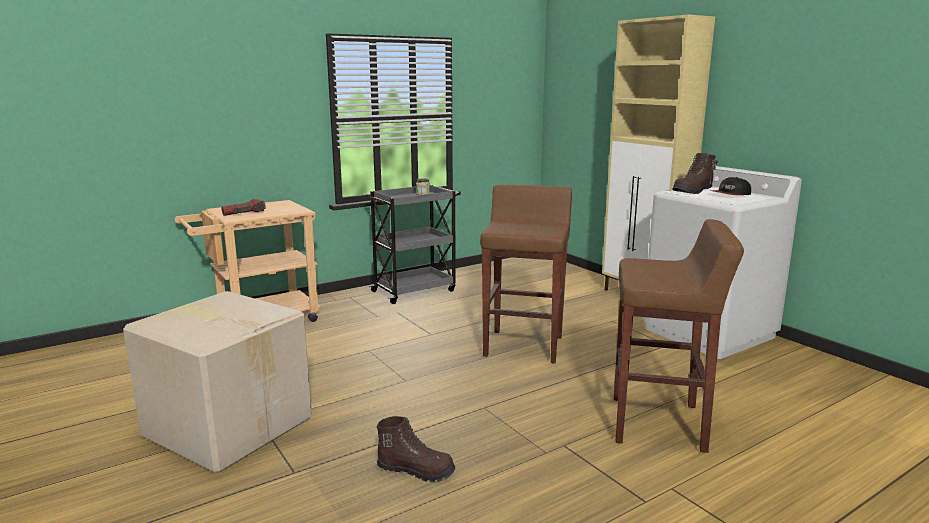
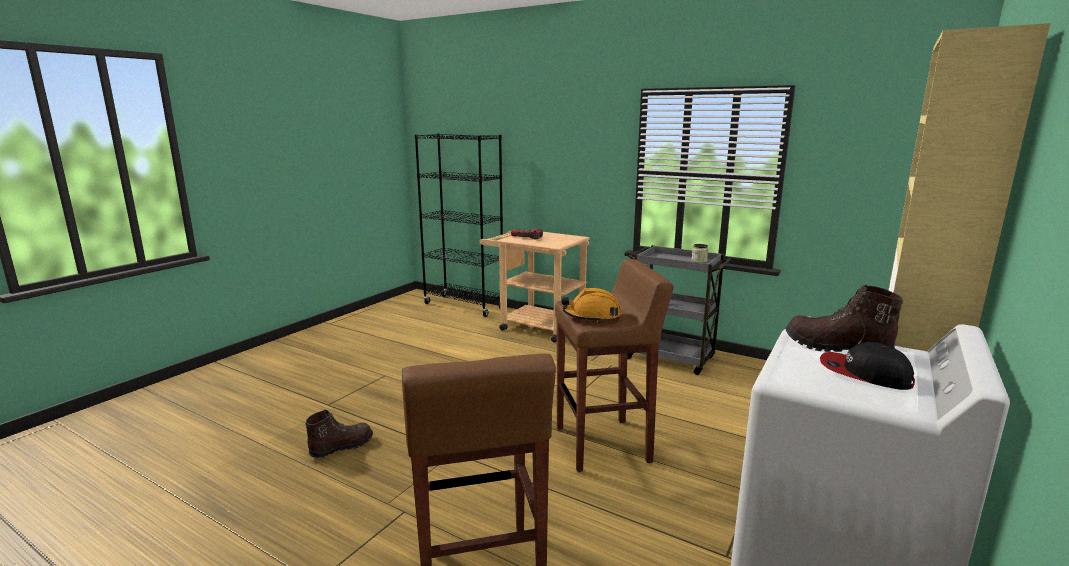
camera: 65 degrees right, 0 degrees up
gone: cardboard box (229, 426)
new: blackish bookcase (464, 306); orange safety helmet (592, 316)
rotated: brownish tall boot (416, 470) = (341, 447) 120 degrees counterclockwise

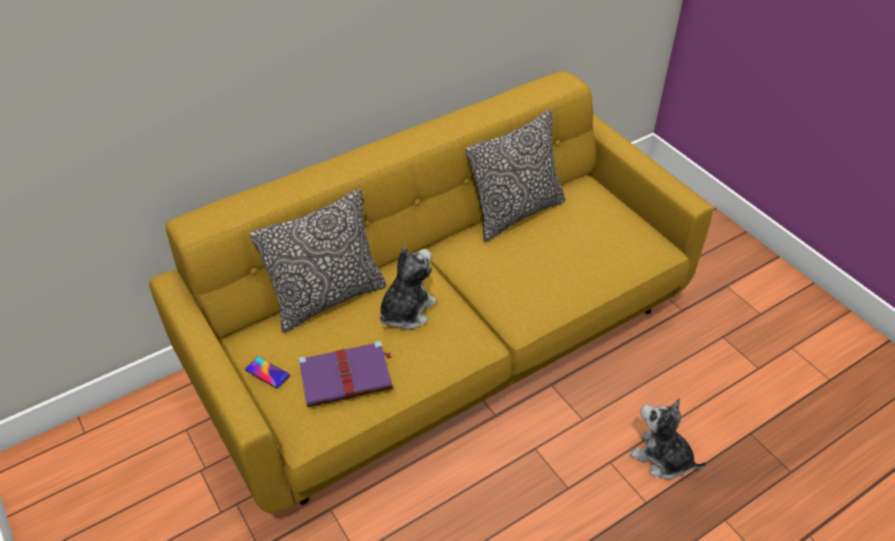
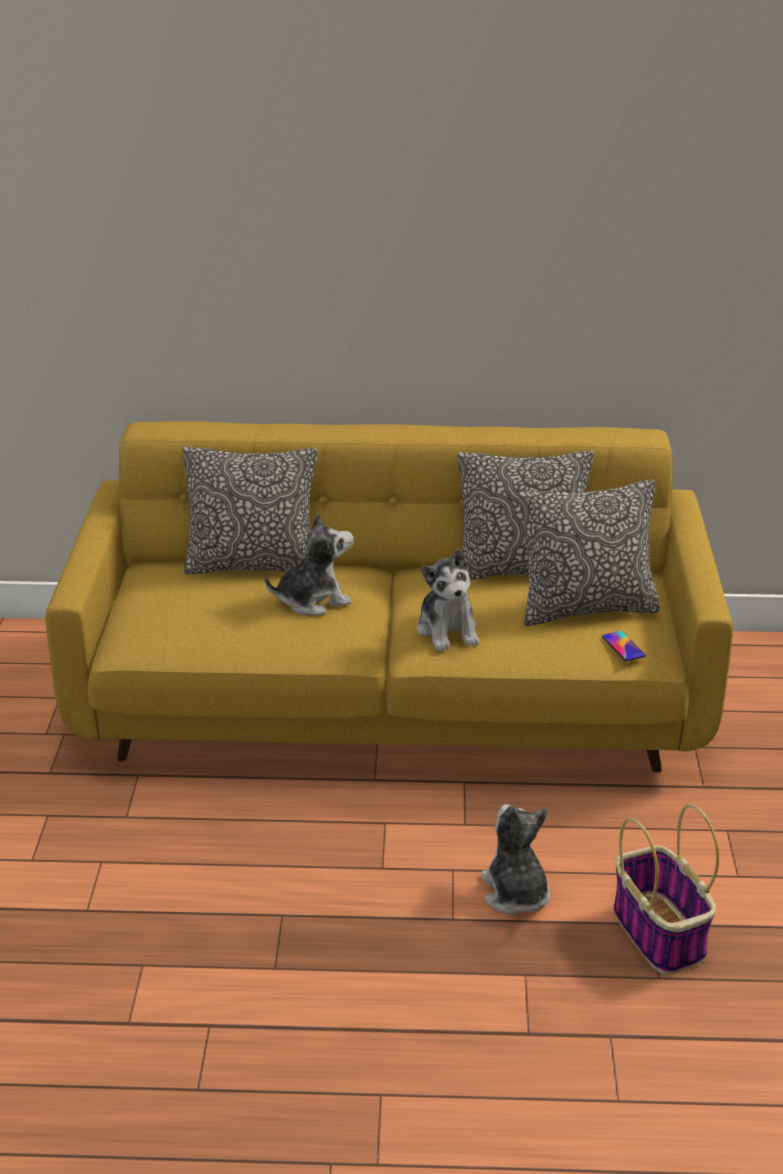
camera: 35 degrees right, 15 degrees down
gone: purple bound book (347, 376)
new: soft toy (448, 630); cushion (586, 609); storage basket (660, 934)
shifted: handset (267, 372) to (623, 646)

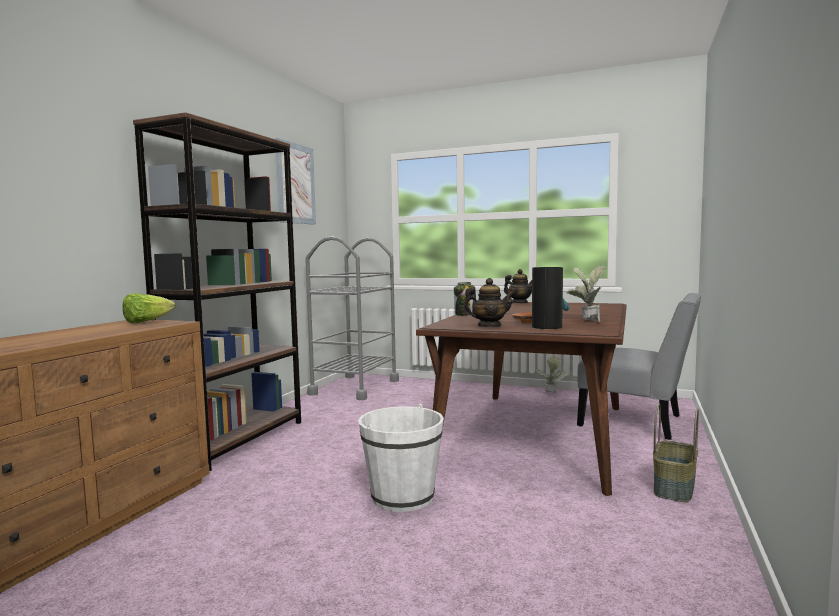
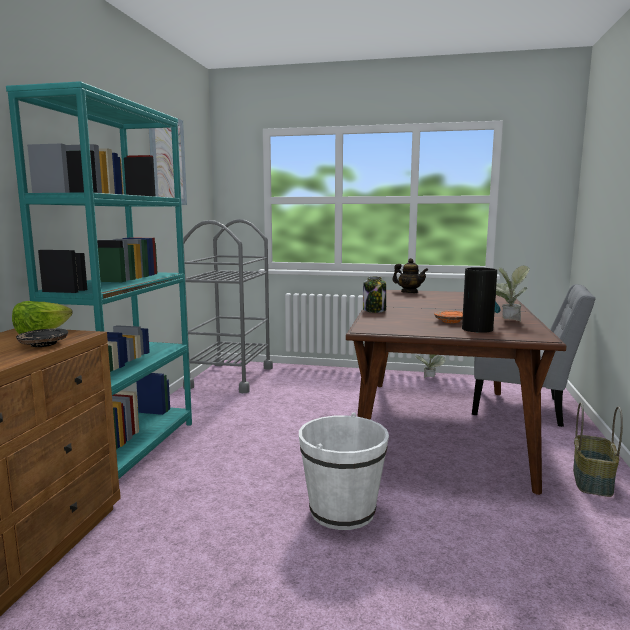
camera: 10 degrees left, 5 degrees up
gone: tea pot (489, 326)
new: blackish plate (43, 344)
repainted: brownish bookcase (237, 440) to blue-green bookcase (130, 451)

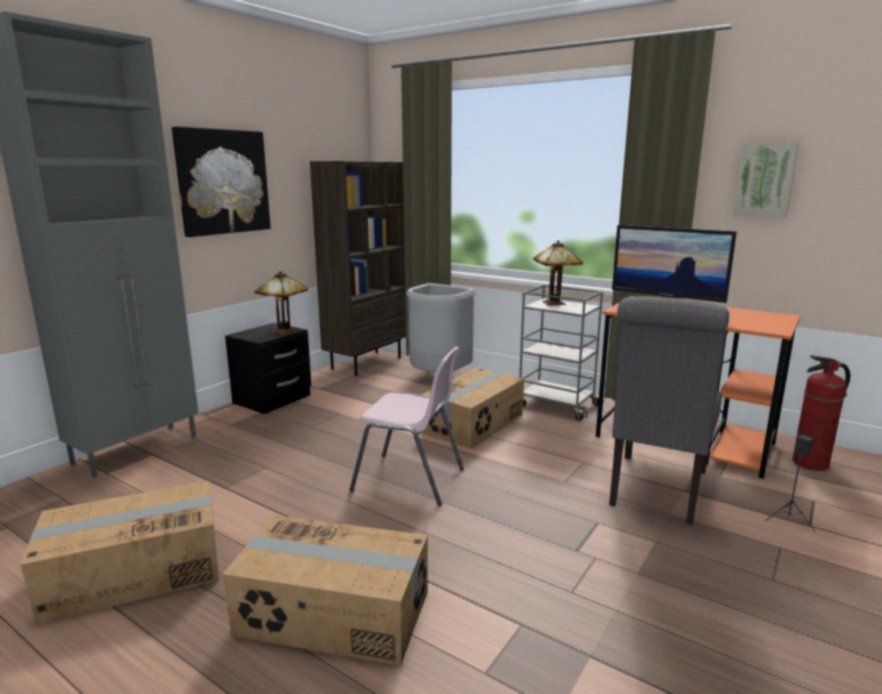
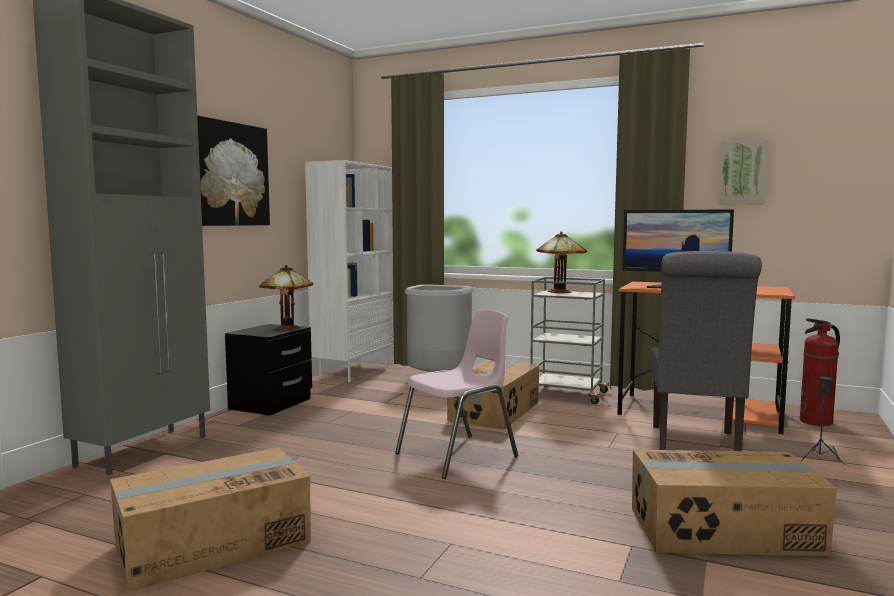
camera: 10 degrees left, 10 degrees down
shifted: cardboard box (333, 614) to (724, 531)
repainted: brownish bookcase (366, 363) to white-coloured bookcase (354, 372)
rotated: pinkish plain chair (410, 480) = (459, 455) 45 degrees counterclockwise

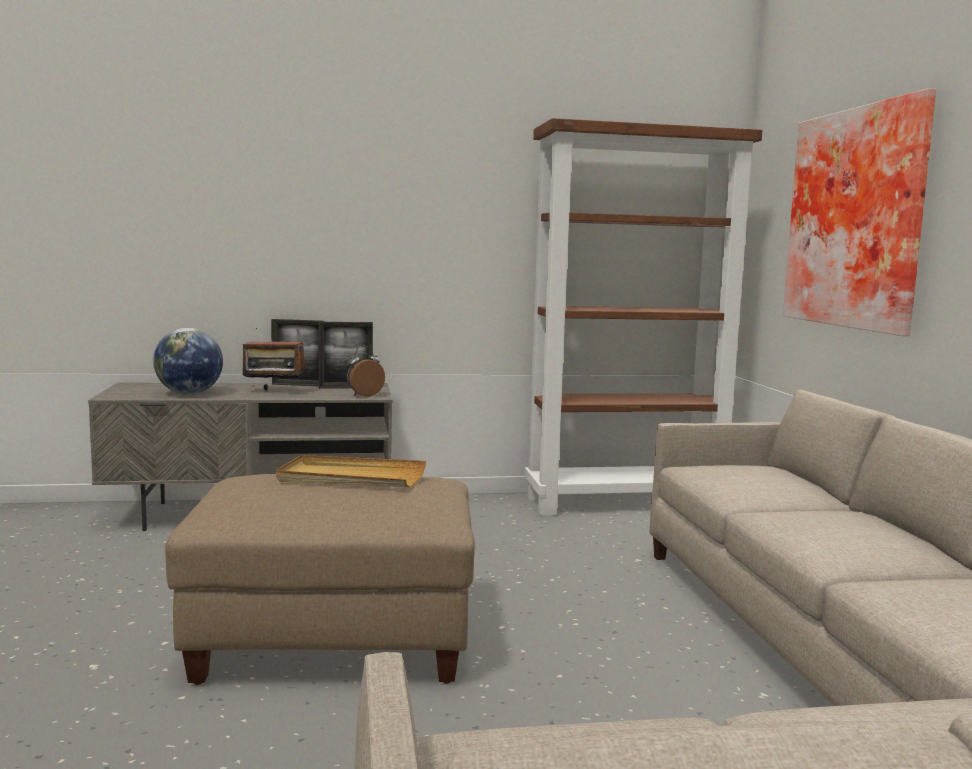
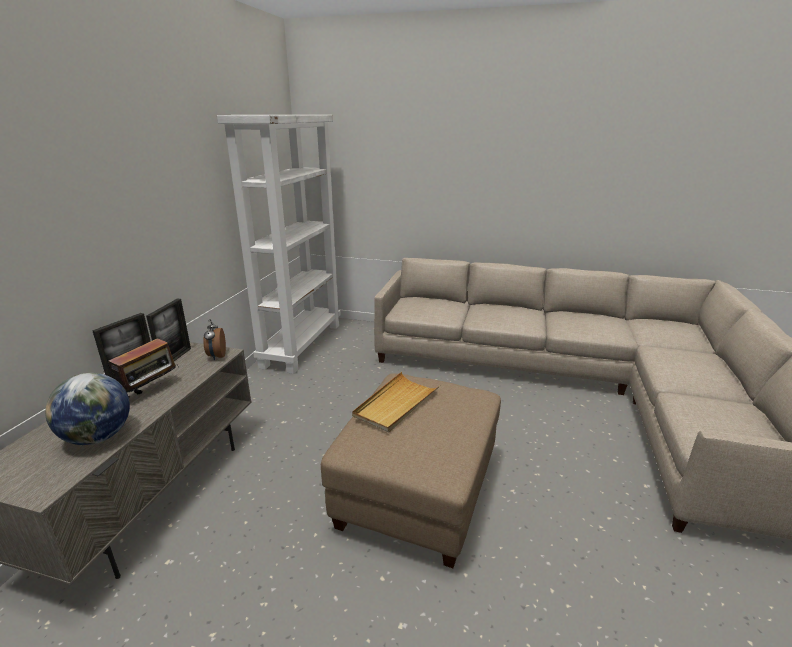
camera: 65 degrees left, 15 degrees up
gone: wall art (859, 218)
repainted: brownish bookcase (625, 503) to white-coloured bookcase (302, 344)

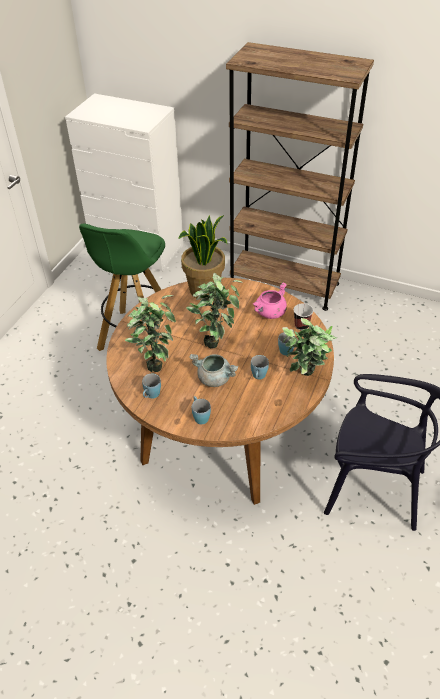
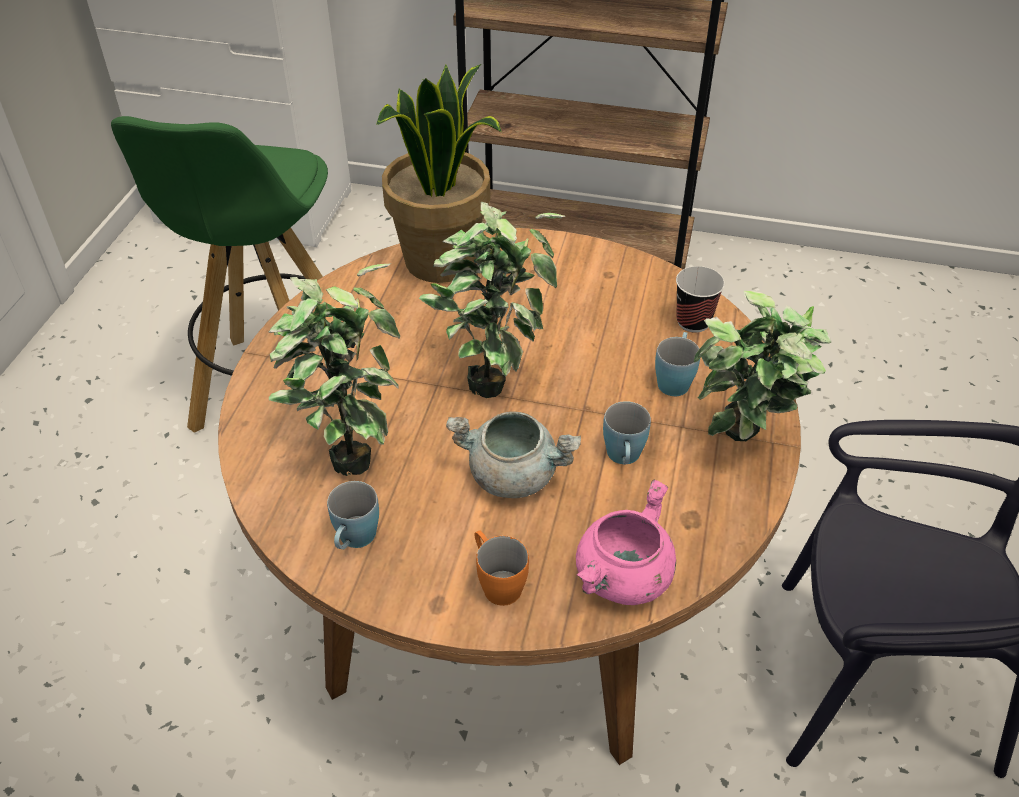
camera: 10 degrees left, 0 degrees up
shifted: pinkish saucepot (270, 313) to (623, 578)
repainted: bluish coffee mug (200, 416) to orange coffee mug (496, 582)

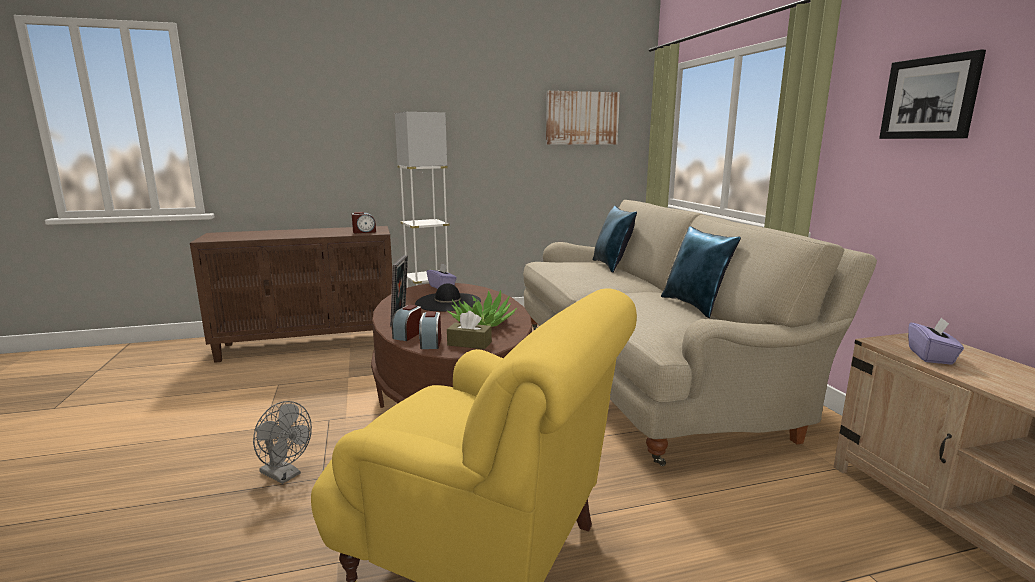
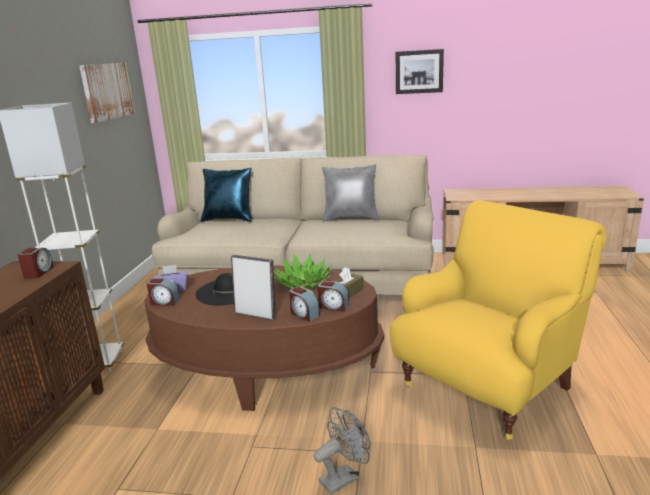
camera: 65 degrees left, 5 degrees up
gone: purple tissue holder (931, 356)
new: alarm clock (164, 302)
repainted: bluish cushion (695, 306) to grey cushion (351, 218)

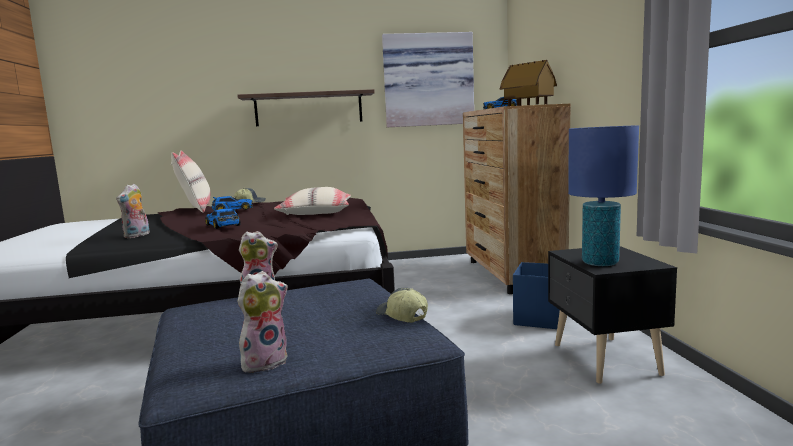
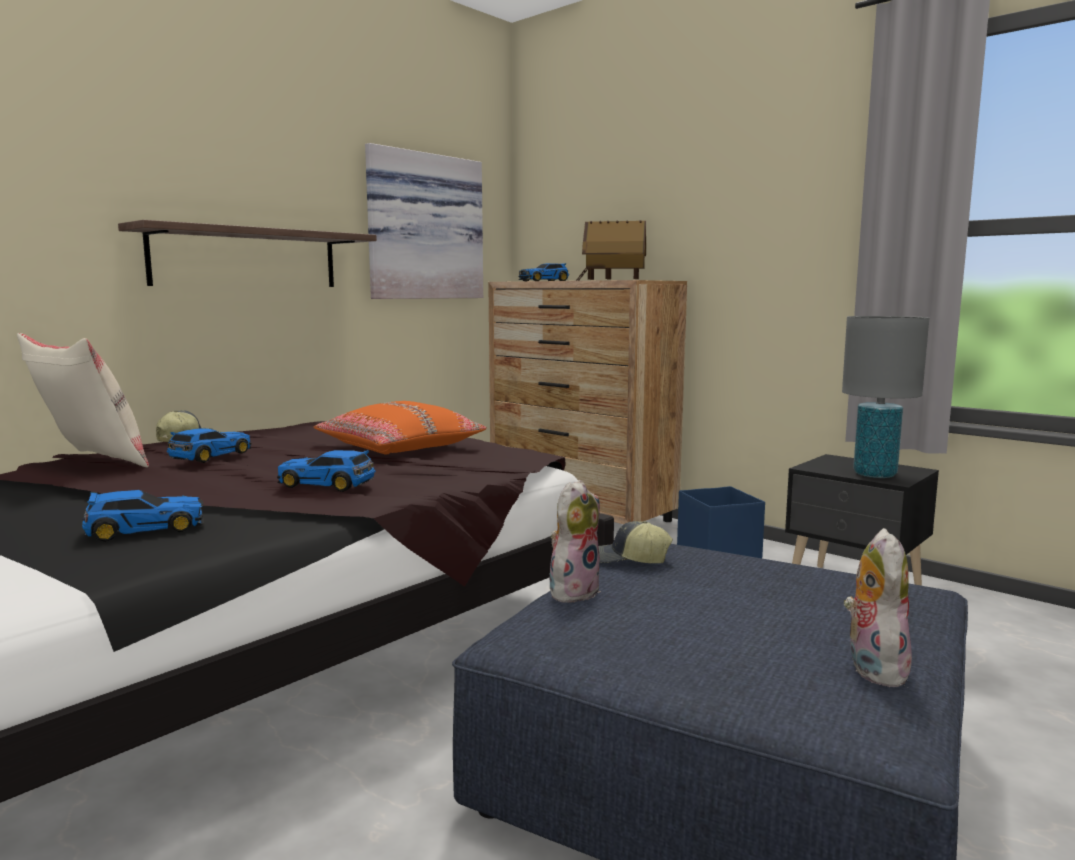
camera: 40 degrees left, 0 degrees up
shifted: baseball cap (401, 316) to (629, 560)
swapped: soft toy (137, 236) to toy car (144, 529)
repainted: beige-coloured cushion (315, 212) to orange cushion (400, 447); bluish table lamp (599, 263) to grey table lamp (874, 474)

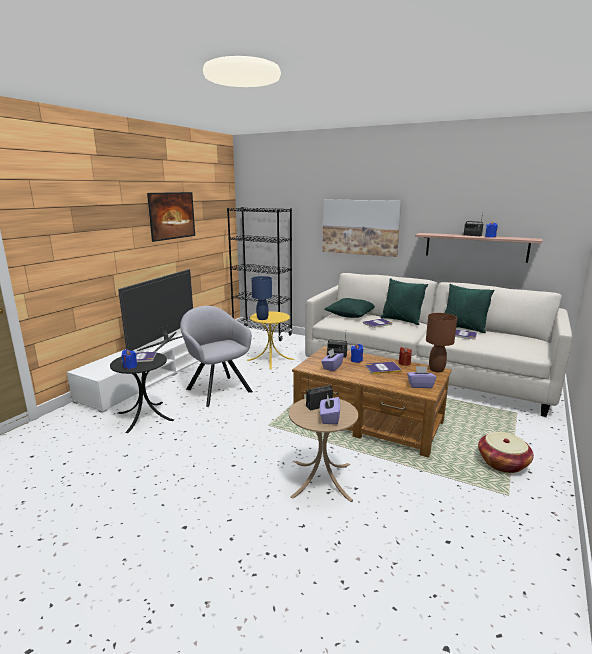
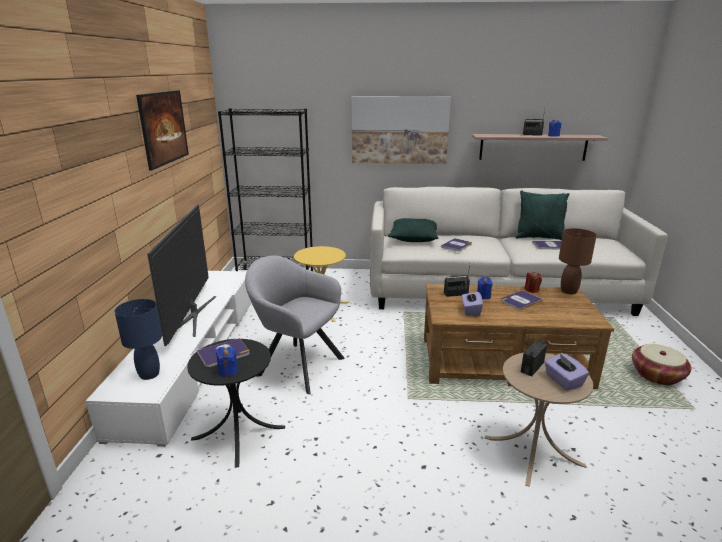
camera: 25 degrees left, 5 degrees up
gone: green cushion (401, 320); purple tissue holder (420, 385)
shifted: bluish table lamp (262, 318) to (149, 374)

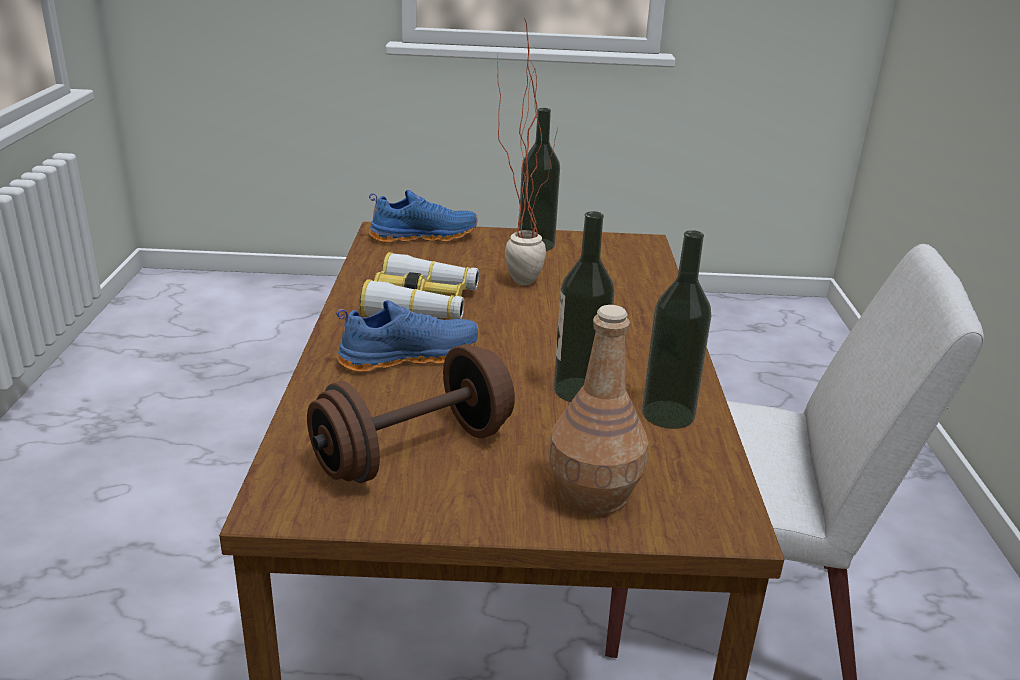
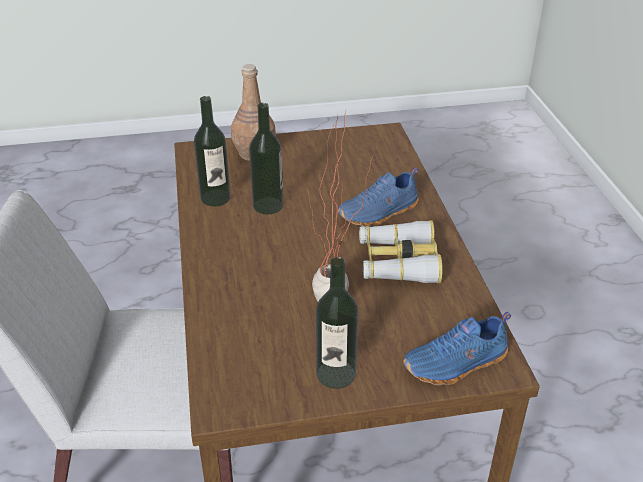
camera: 170 degrees right, 10 degrees up
gone: brownish dumbbell (414, 452)

